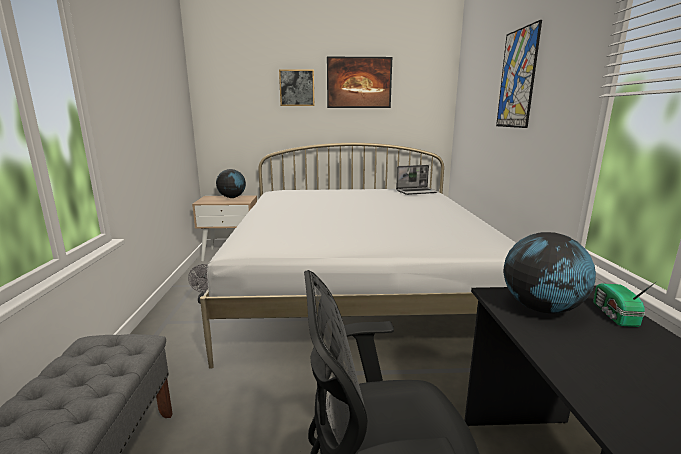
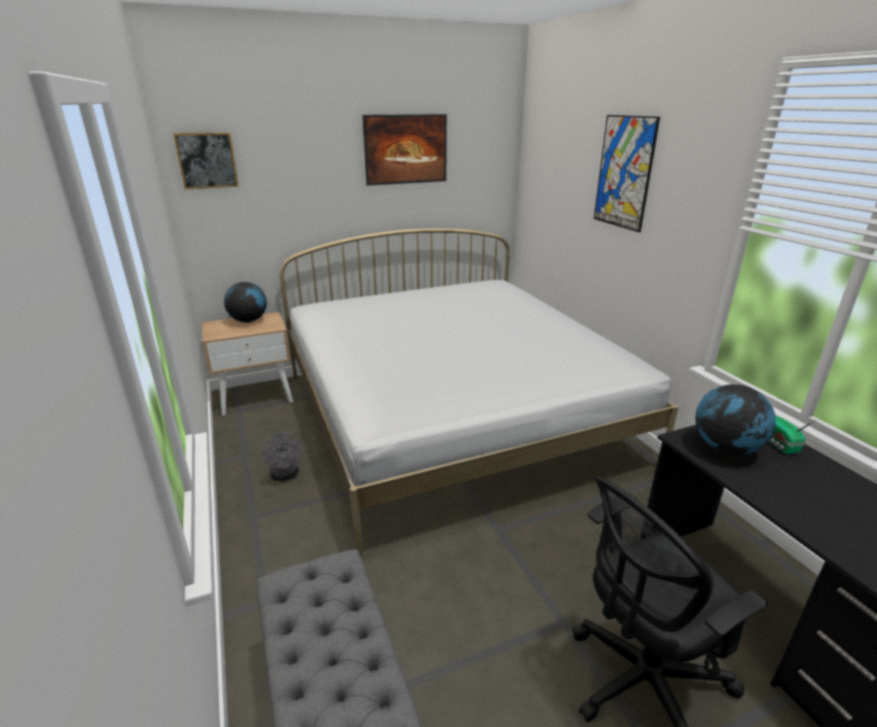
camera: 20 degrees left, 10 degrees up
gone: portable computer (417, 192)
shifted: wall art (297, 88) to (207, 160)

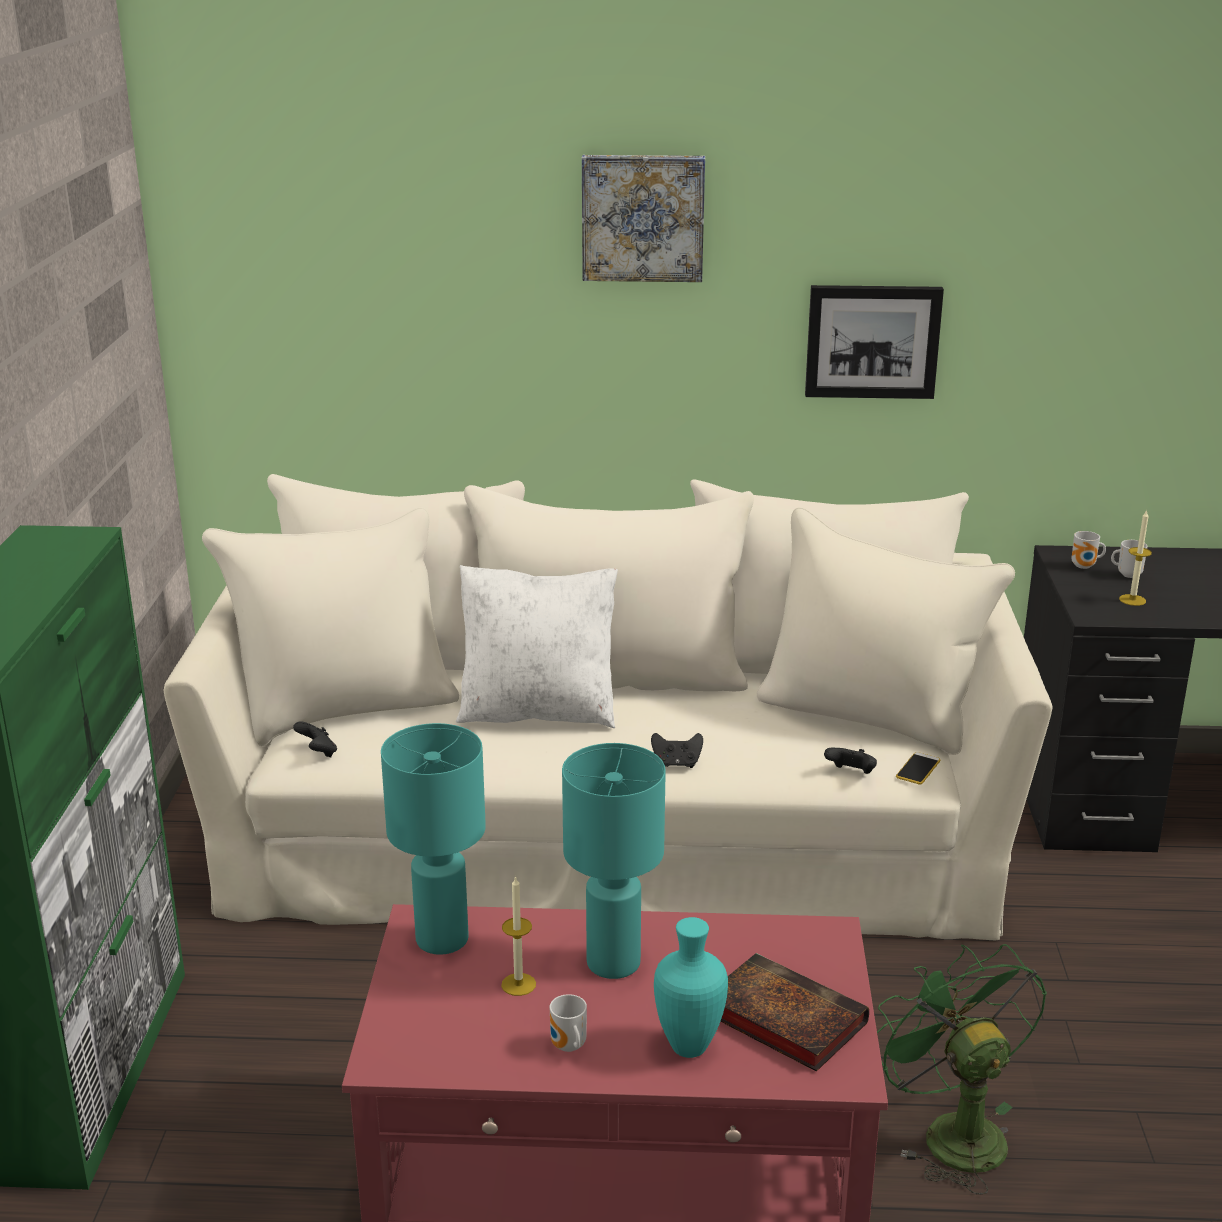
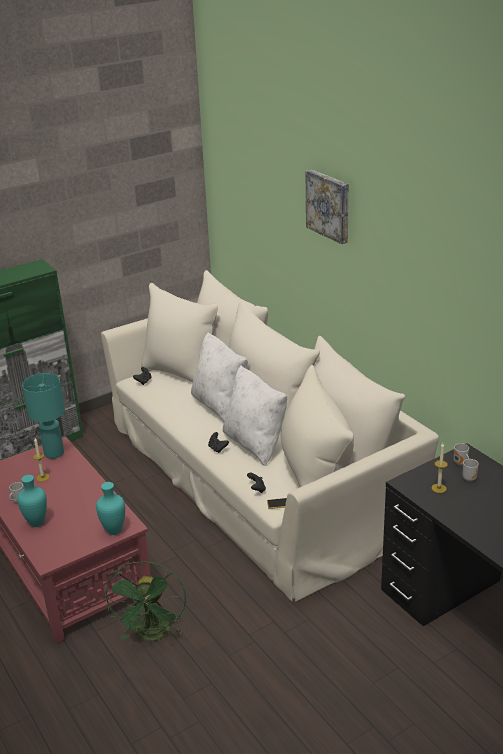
camera: 55 degrees right, 5 degrees up
gone: blue-green table lamp (612, 964); bound book (780, 1018); wall art (872, 341)
new: blue-green vase (115, 531); white-coloured cushion (255, 443)
rotated: green fan (952, 1132) = (153, 635) 150 degrees clockwise

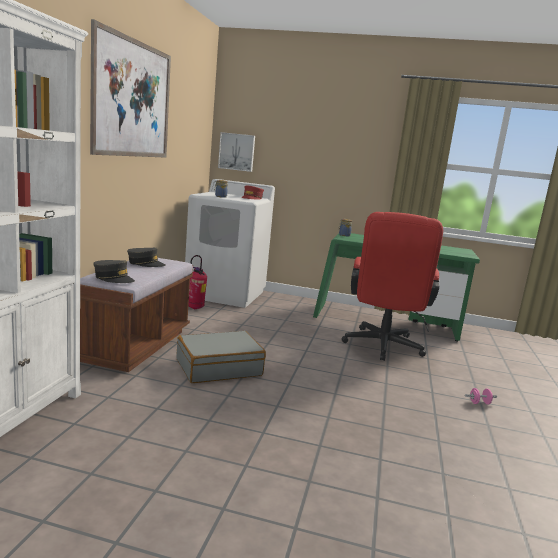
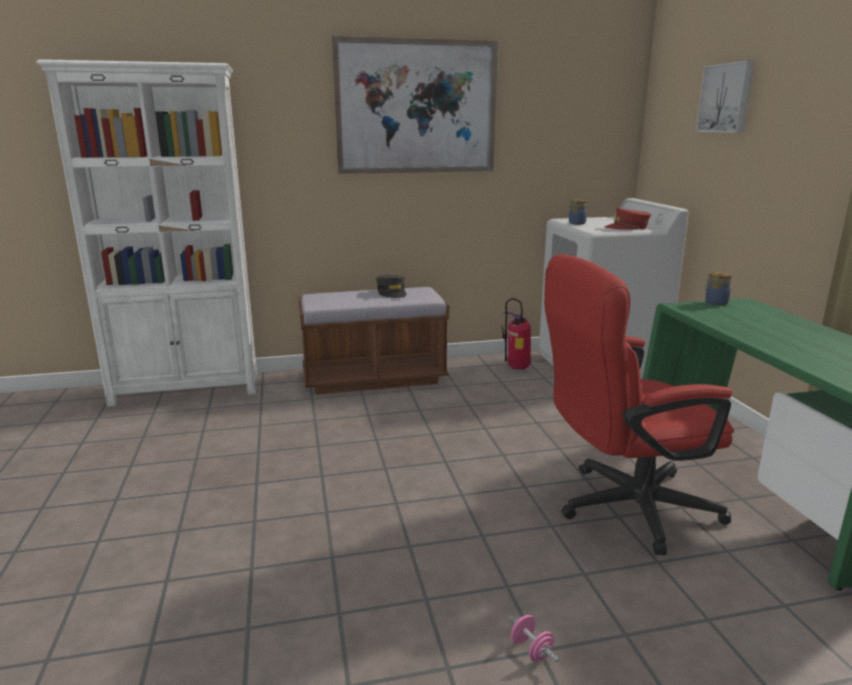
camera: 65 degrees right, 5 degrees up
gone: grey baseball cap (113, 278); grey piece of luggage (219, 367)
shifted: wall art (237, 152) to (726, 98)

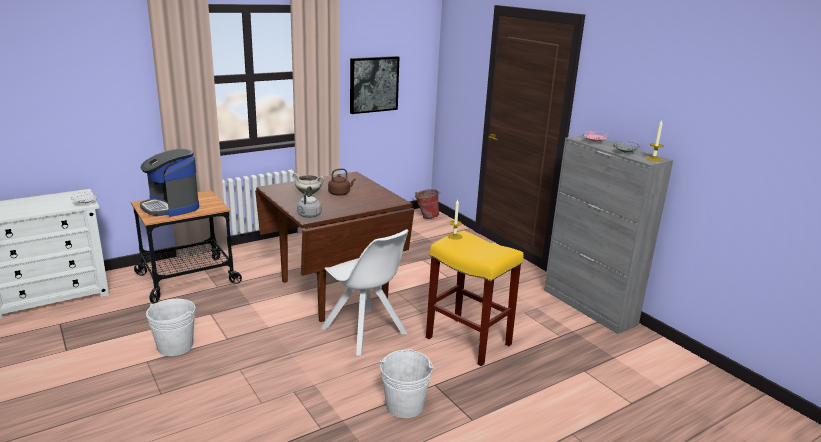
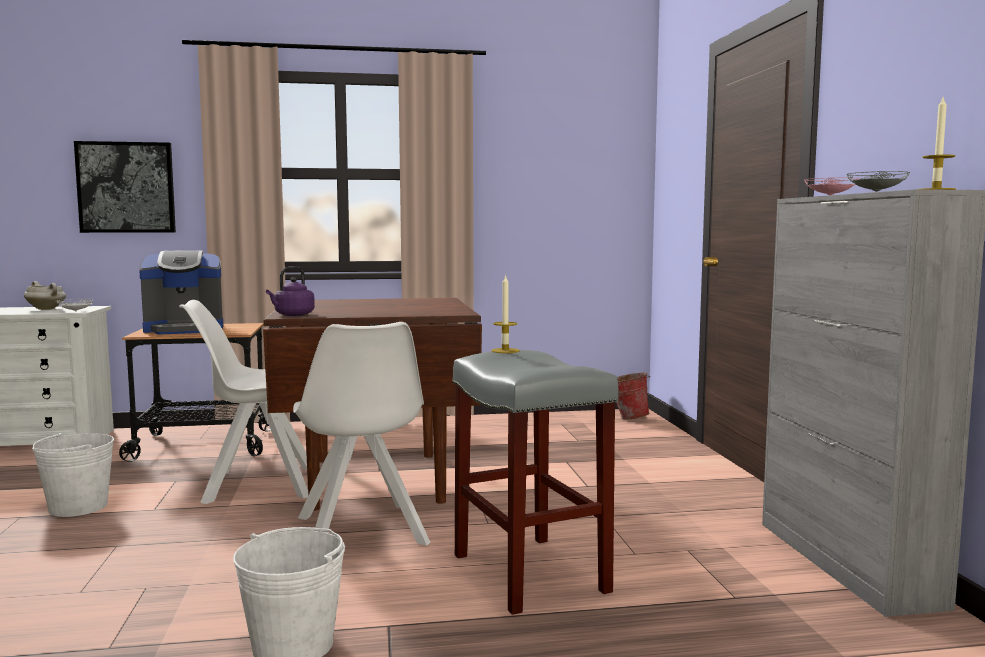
camera: 25 degrees right, 15 degrees down
gone: brownish water kettle (340, 193)
new: white-coloured plain chair (256, 485)
shifted: white-coloured saucepot (309, 193) to (47, 309); wall art (373, 84) to (126, 187)
repainted: grey water kettle (308, 216) to purple water kettle (292, 315); yellow-coloured stool seat (469, 341) to grey stool seat (531, 573)
rotated: coffee maker (171, 207) = (184, 329) 90 degrees counterclockwise

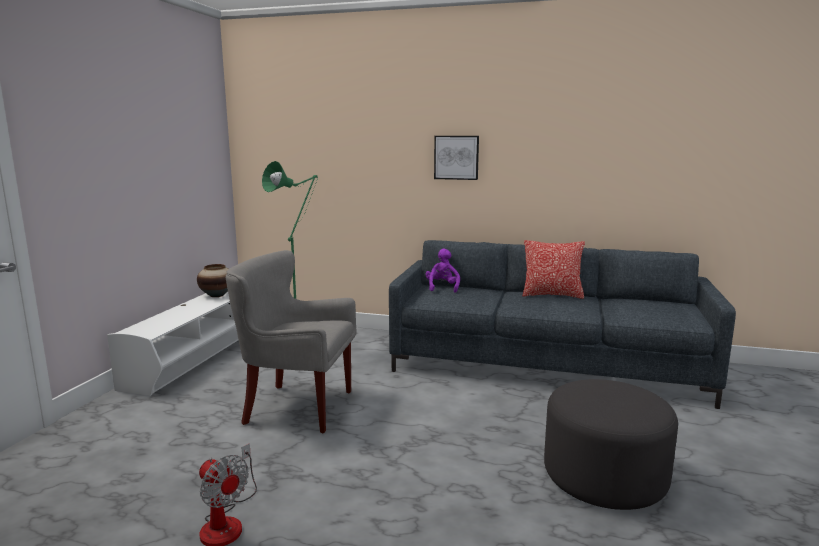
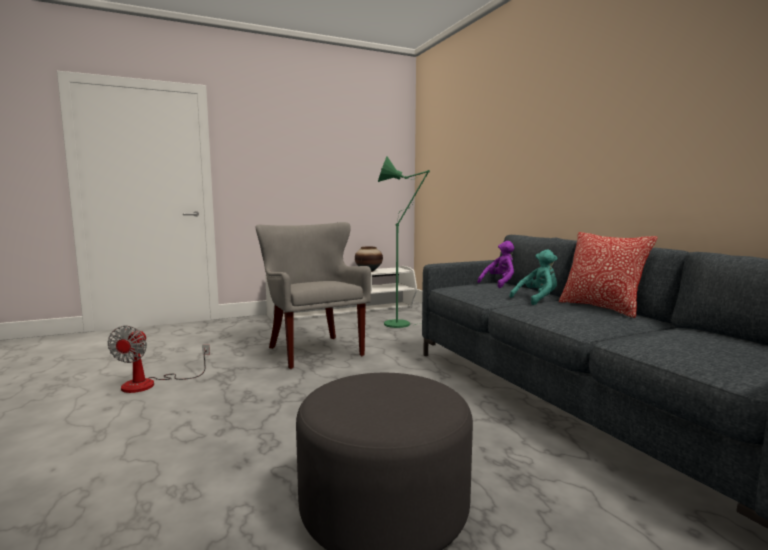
camera: 50 degrees right, 5 degrees down
gone: wall art (456, 157)
new: blue-green soft toy (537, 300)

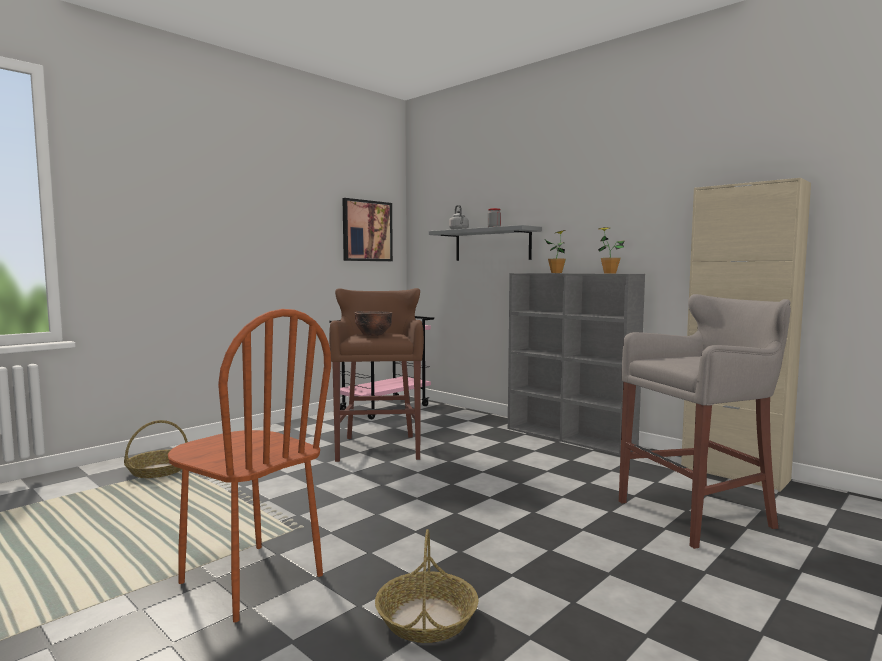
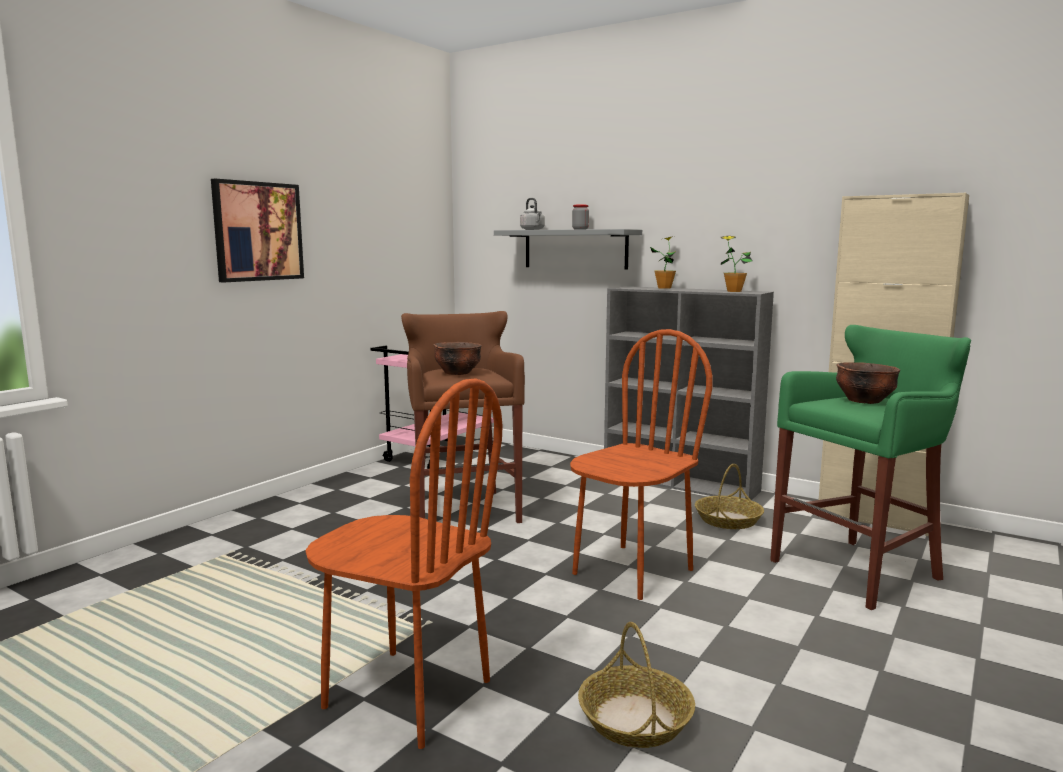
camera: 10 degrees left, 5 degrees up
new: brownish plain chair (632, 571); brownish bowl (863, 401)
shifted: storage basket (158, 470) to (728, 520); wall art (367, 231) to (258, 231)
repainted: grey stool seat (699, 515) to green stool seat (860, 570)

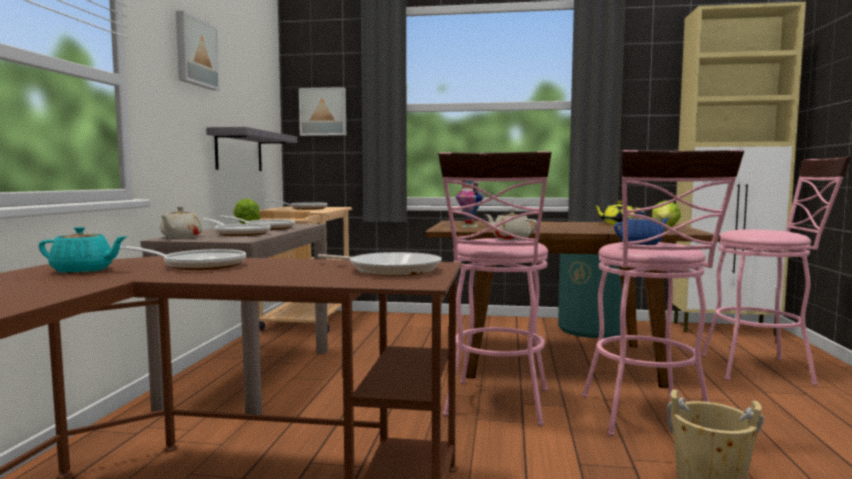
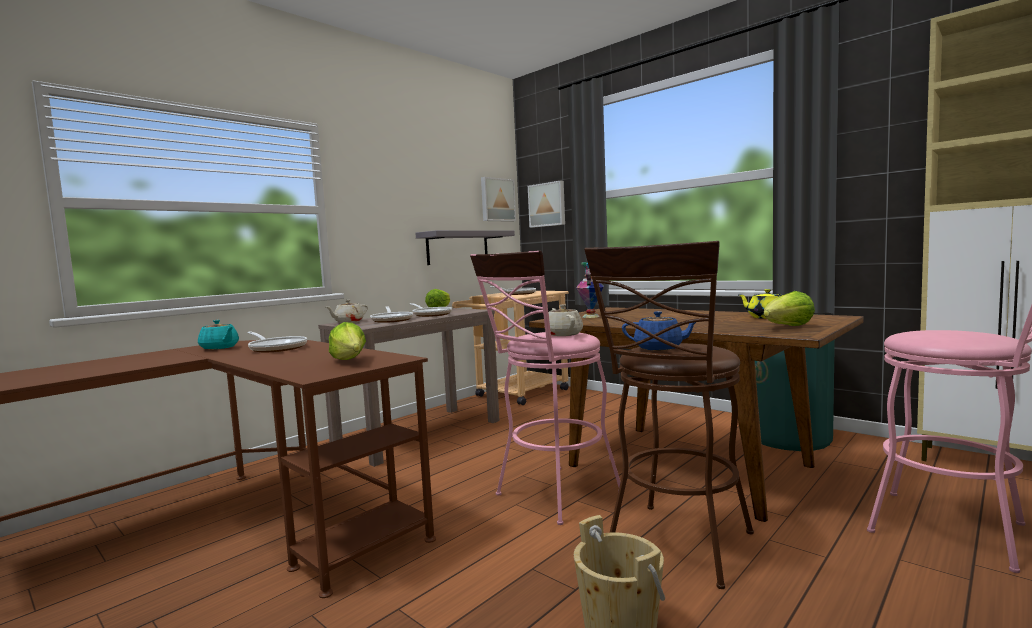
camera: 35 degrees right, 0 degrees up
shifted: wall art (195, 53) to (497, 200)
swapped: frying pan (390, 270) to lettuce head (350, 361)
repainted: pinkish stool seat (648, 419) to brownish stool seat (676, 548)

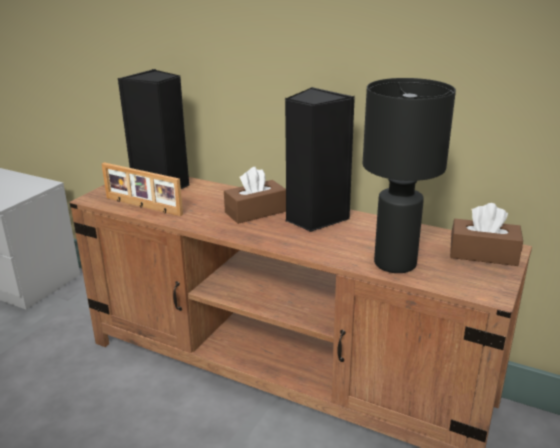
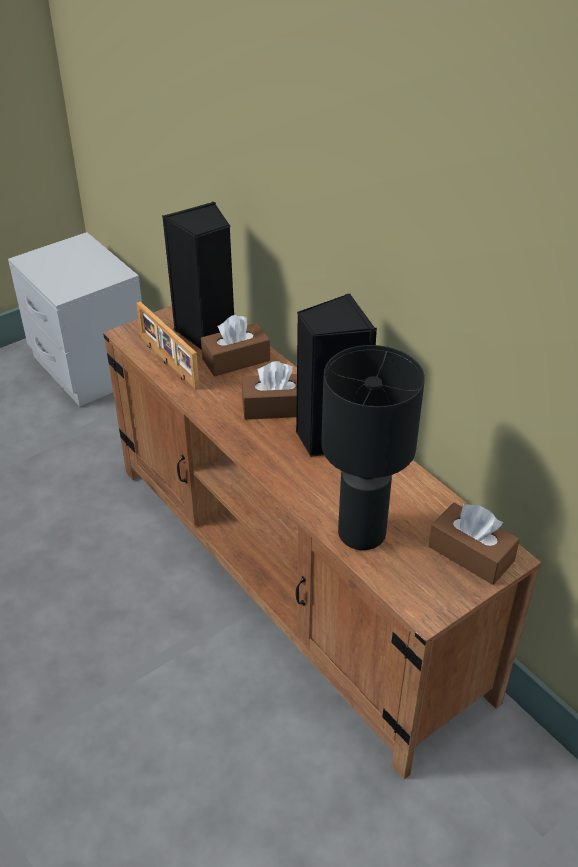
camera: 25 degrees right, 15 degrees up
new: brownish tissue holder (236, 360)

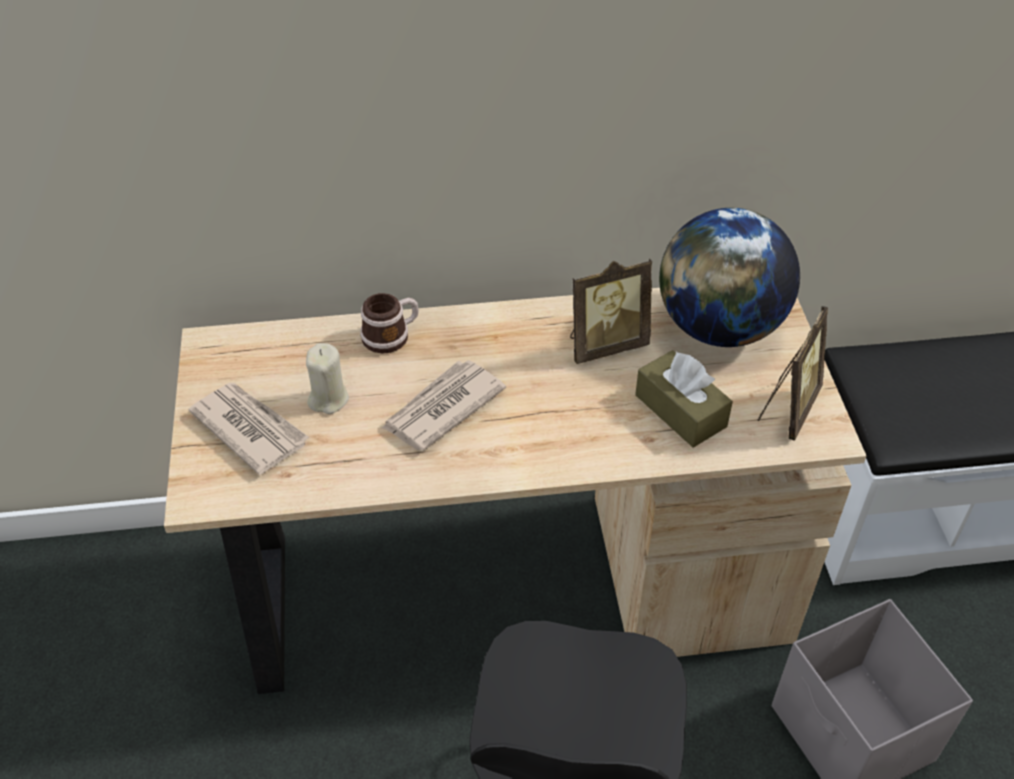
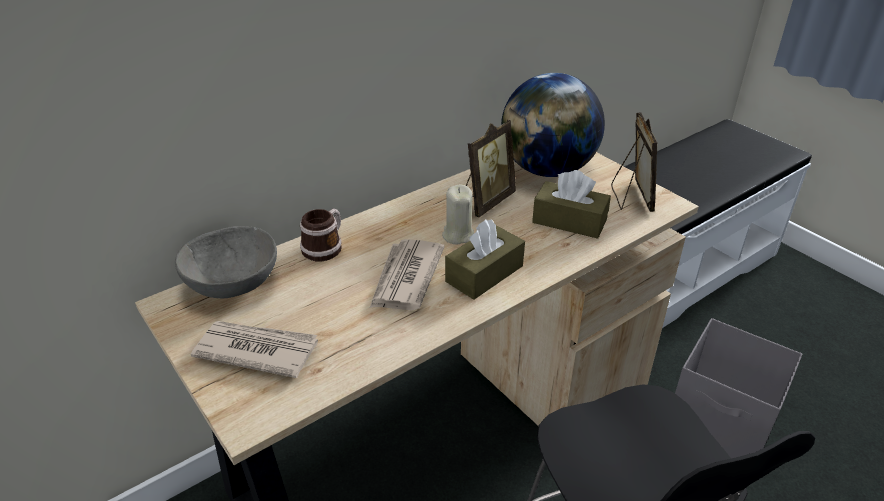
camera: 30 degrees left, 10 degrees down
new: grey bowl (232, 285); brownish tissue holder (484, 274)
shifted: beige-coloured wax candle (328, 399) to (457, 235)

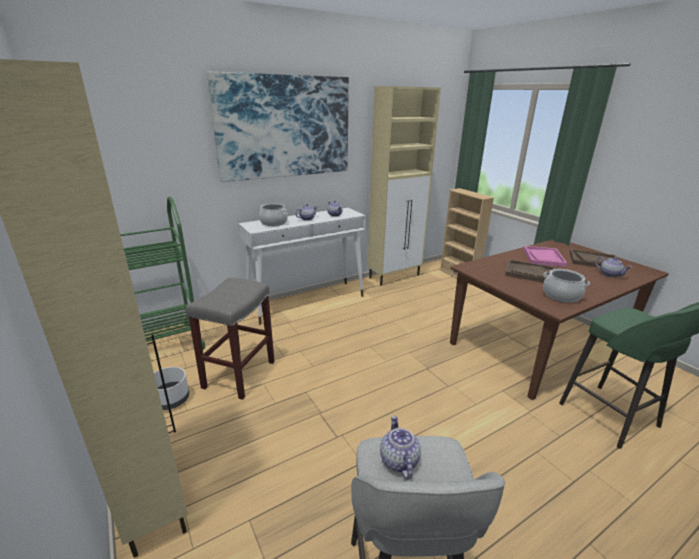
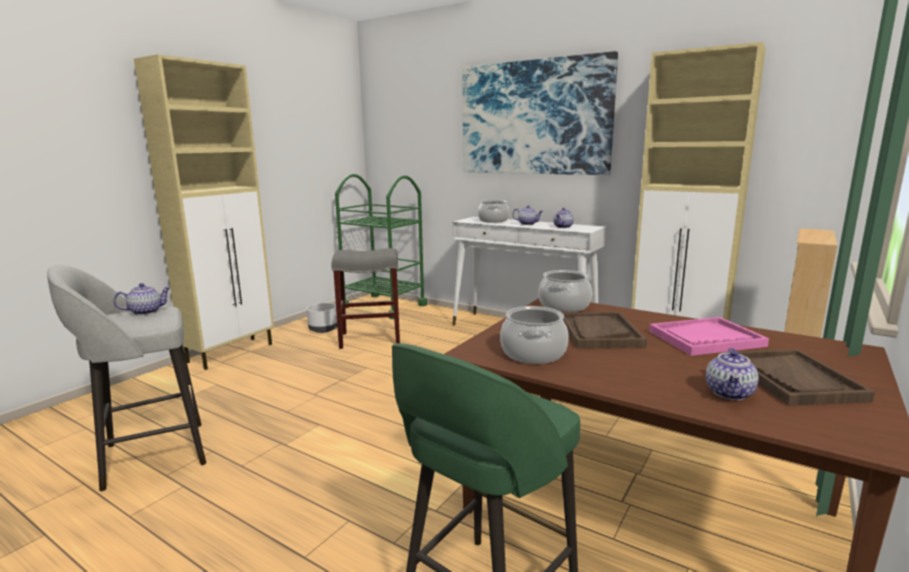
camera: 65 degrees right, 10 degrees down
new: saucepot (564, 306)

